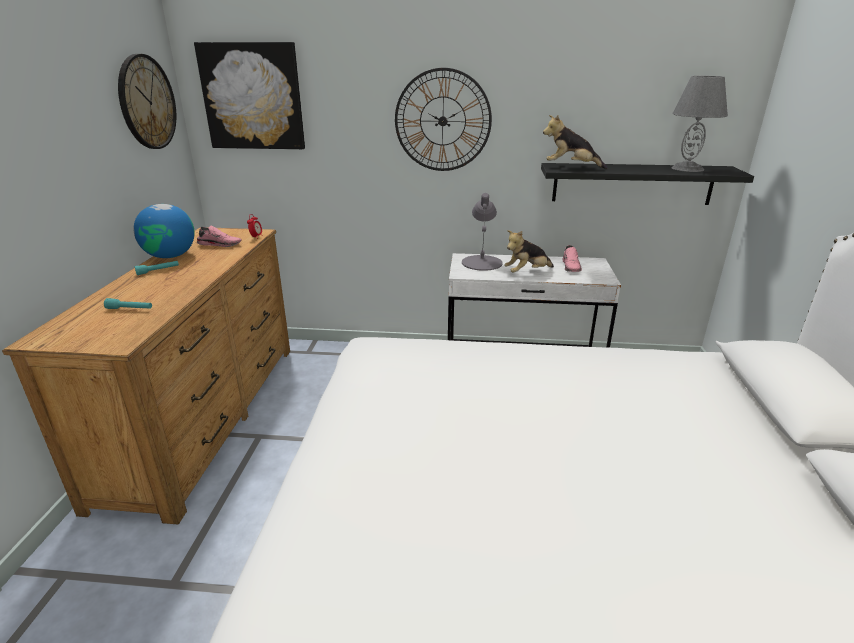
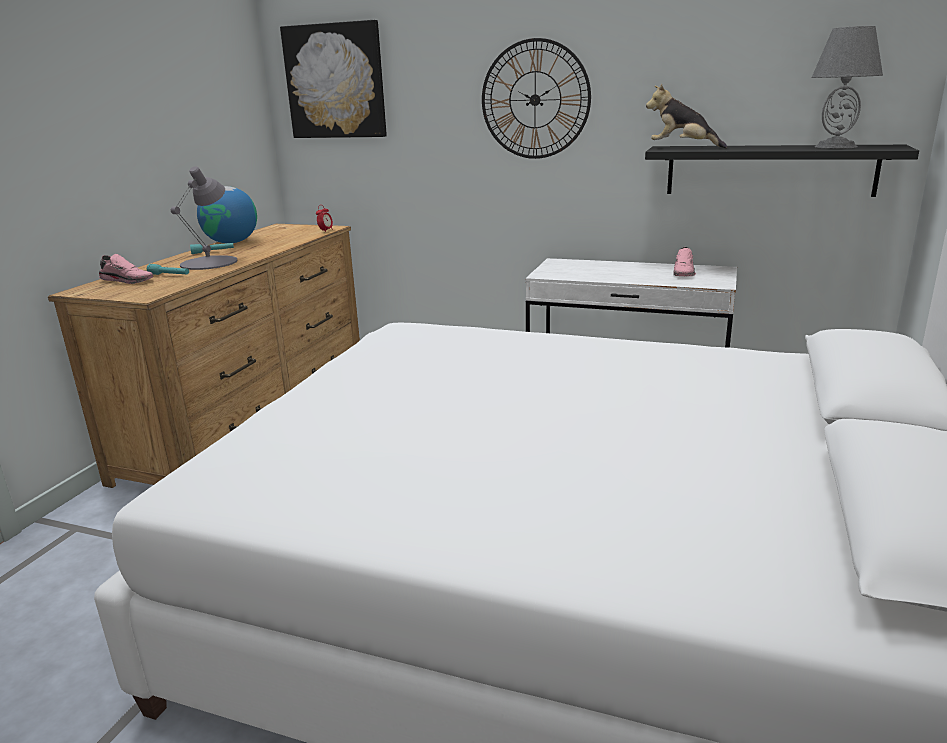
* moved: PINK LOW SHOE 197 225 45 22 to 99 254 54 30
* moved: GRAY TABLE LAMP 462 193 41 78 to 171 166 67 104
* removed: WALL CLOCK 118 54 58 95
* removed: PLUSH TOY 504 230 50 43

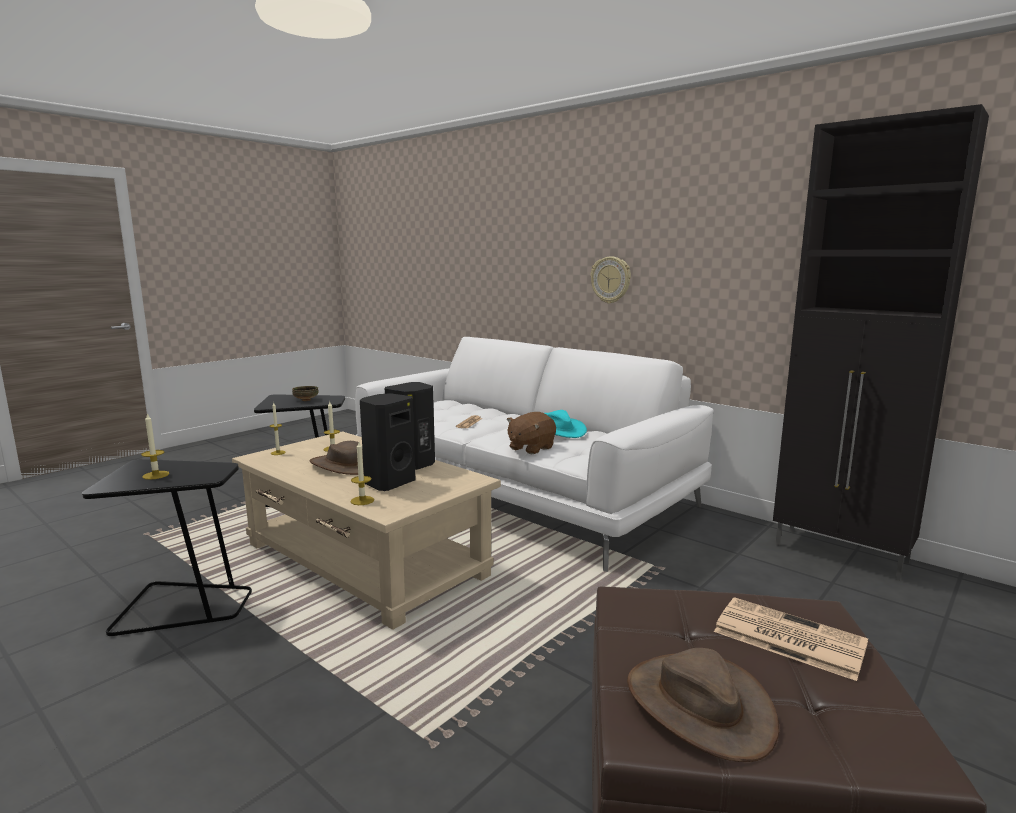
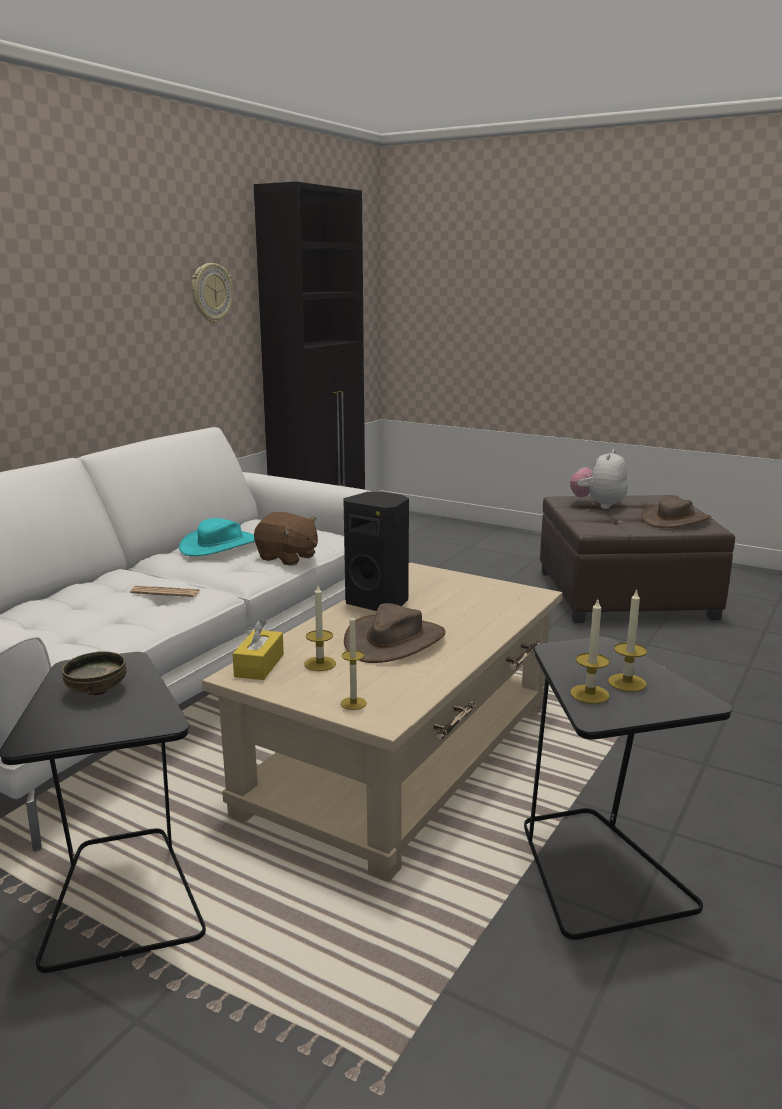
* moved: WALL CLOCK 590 256 41 48 to 192 263 41 60
* added: YELLOW-COLOURED TISSUE HOLDER 232 619 52 61
* replaced: DAILY PAPER 714 597 154 84 to PLUSH TOY 570 449 58 60
* moved: WAX LIGHT 351 442 23 63 to 570 600 40 104
* removed: BLACK-COLOURED AUDIO SPEAKER 360 393 56 98

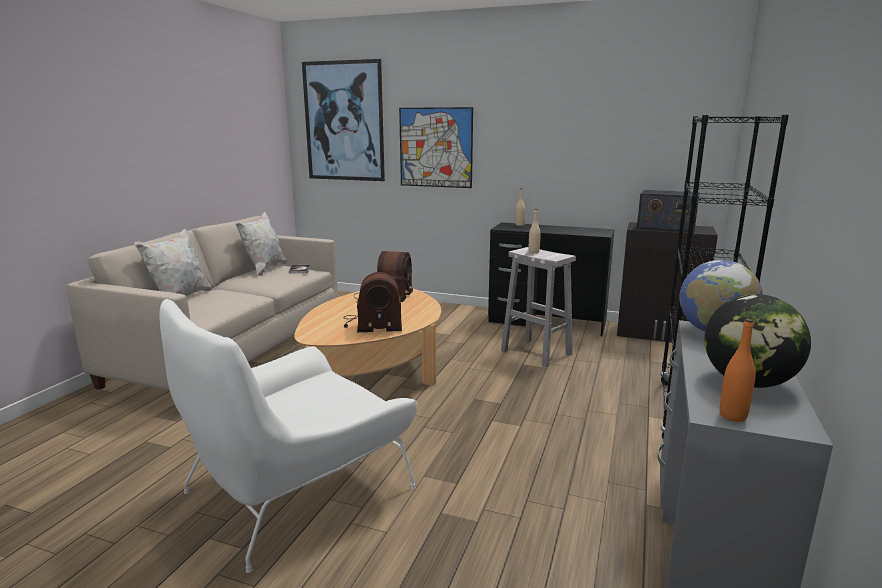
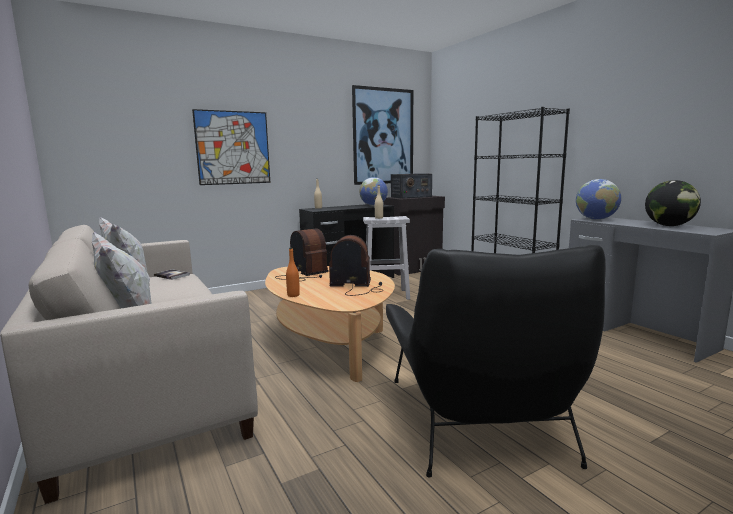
* moved: ORANGE-COLOURED BEVERAGE BOTTLE 720 319 35 103 to 286 248 14 49
* turned: RADIO 344 272 58 60 = 329 235 54 61 120 degrees counterclockwise
* moved: WALL ART 302 59 83 122 to 352 85 61 100
* added: GLOBE 359 177 29 29
* recoloured: WHITE ARMCHAIR 159 299 258 274 to BLACK-COLOURED ARMCHAIR 386 245 220 233

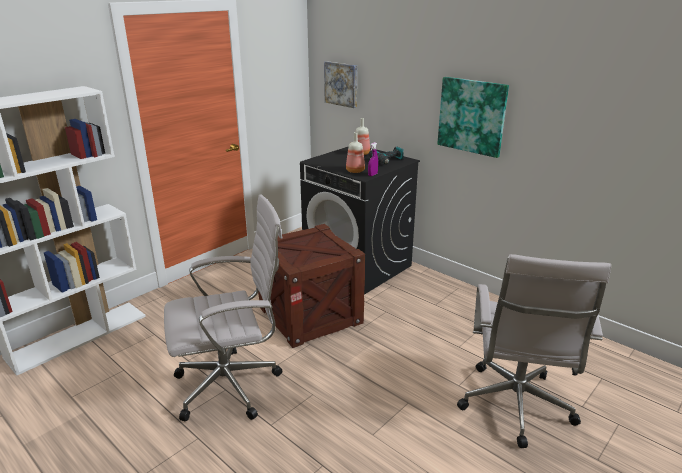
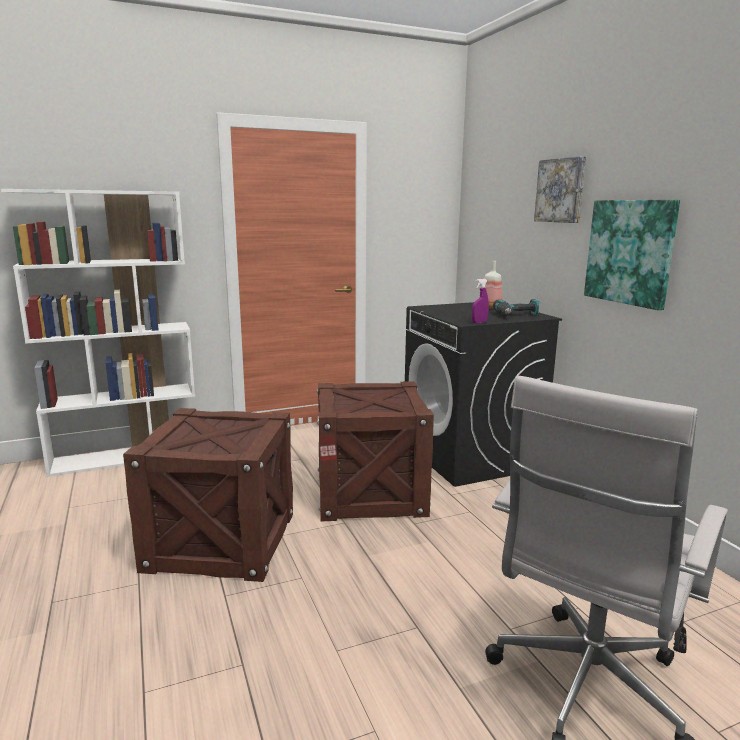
* replaced: WHITE DESK CHAIR 164 195 118 226 to SHIPPING CRATE 123 408 170 174
* moved: WALL ART 324 61 33 47 to 534 156 52 67
* removed: BEVERAGE BOTTLE 346 132 19 41

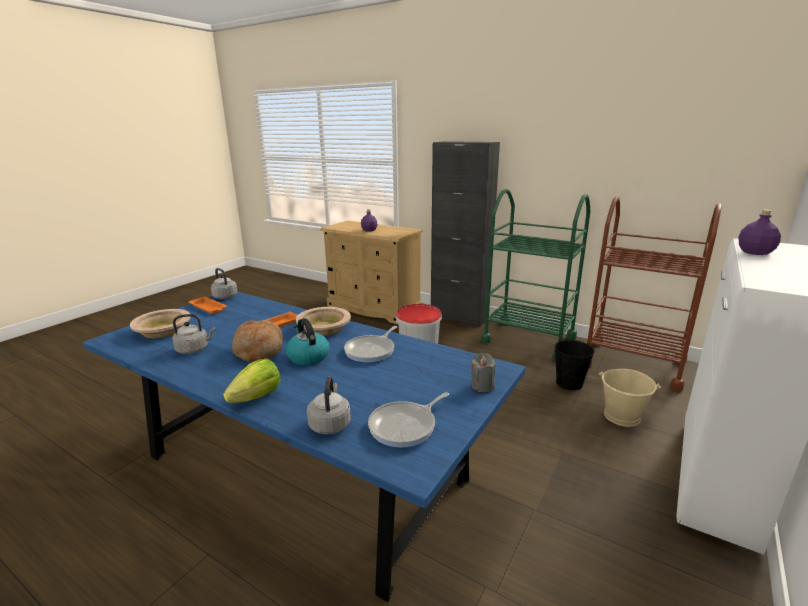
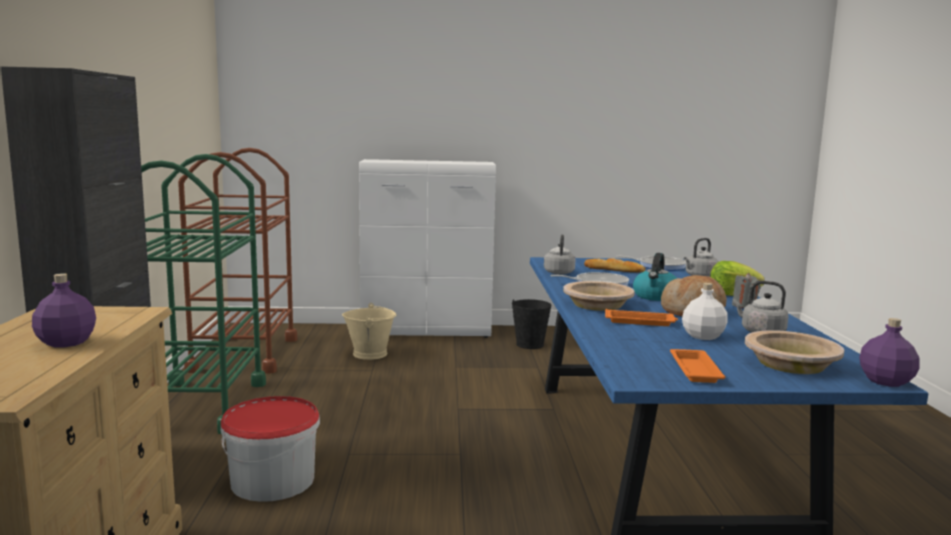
* moved: BLACK-COLOURED PAIL 554 339 40 51 to 512 299 40 50
* moved: GRAY KETTLE 211 268 26 31 to 544 234 31 41
* added: BAKED BREAD 584 258 62 15
* added: WHITE BEVERAGE BOTTLE 682 283 46 57
* moved: GRAY WAX LIGHT 471 353 25 39 to 732 273 28 35
* moved: PURPLE BEVERAGE BOTTLE 739 210 42 45 to 859 318 61 69

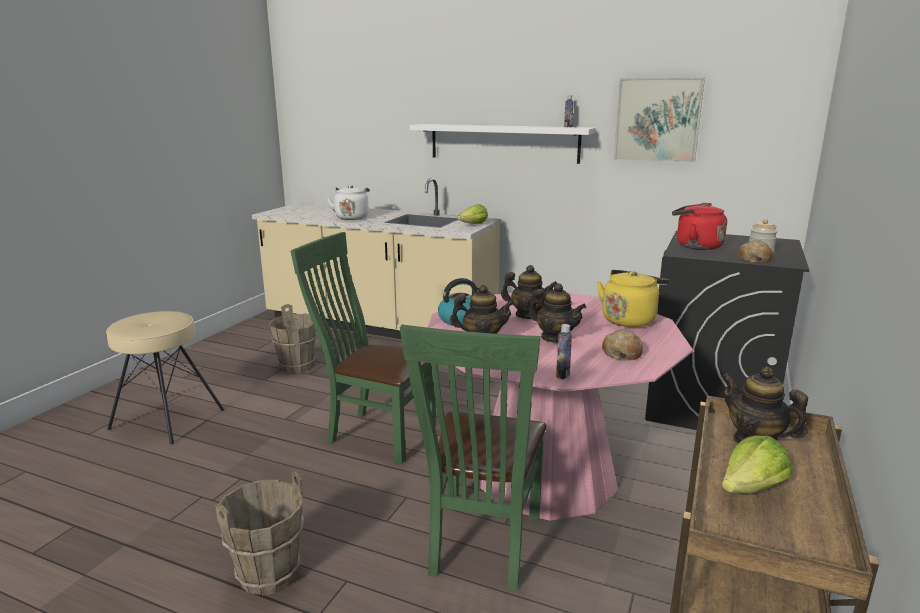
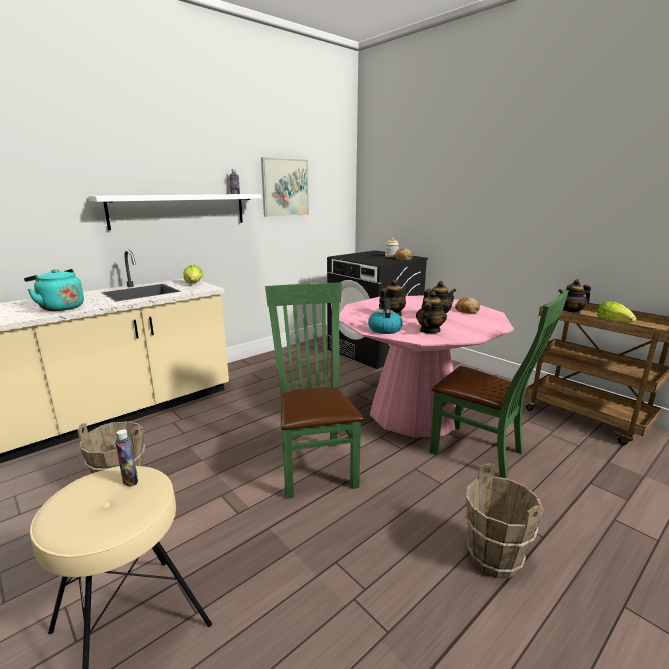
* recoloured: WHITE KETTLE 327 185 42 35 to BLUE-GREEN KETTLE 24 269 60 42
* moved: BEVERAGE BOTTLE 556 324 16 55 to 115 429 23 58
* turned: GREEN UPRIGHT CHAIR 291 232 145 232 = 265 283 99 216 120 degrees clockwise
* removed: YELLOW-COLOURED KETTLE 597 270 72 57
* removed: RED KETTLE 672 203 55 47

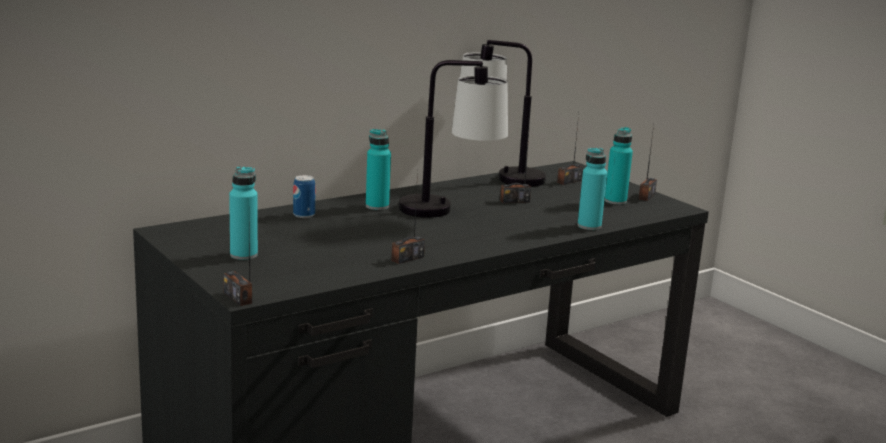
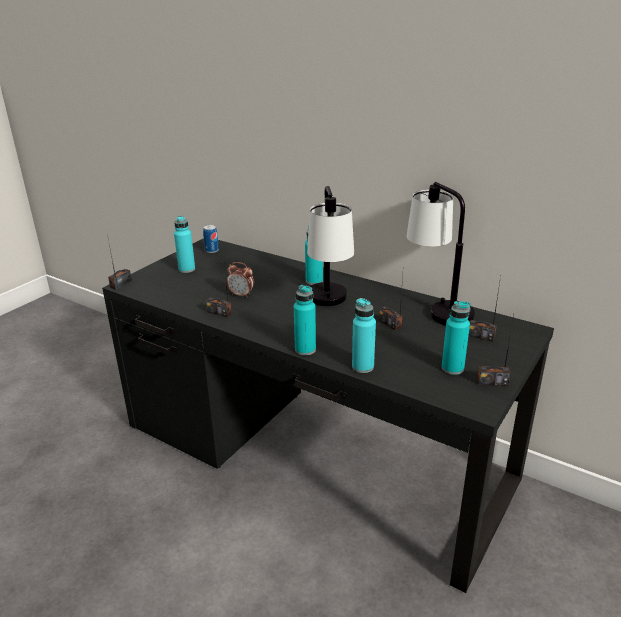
* moved: CAN 293 175 23 43 to 203 225 16 28
* added: ALARM CLOCK 227 262 27 36
* added: BLUE-GREEN BEVERAGE BOTTLE 294 285 22 70

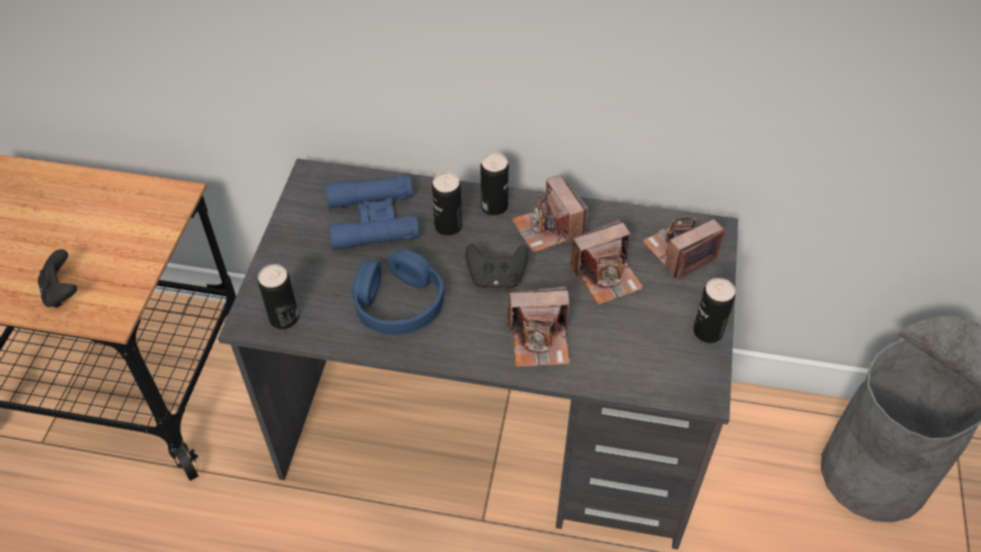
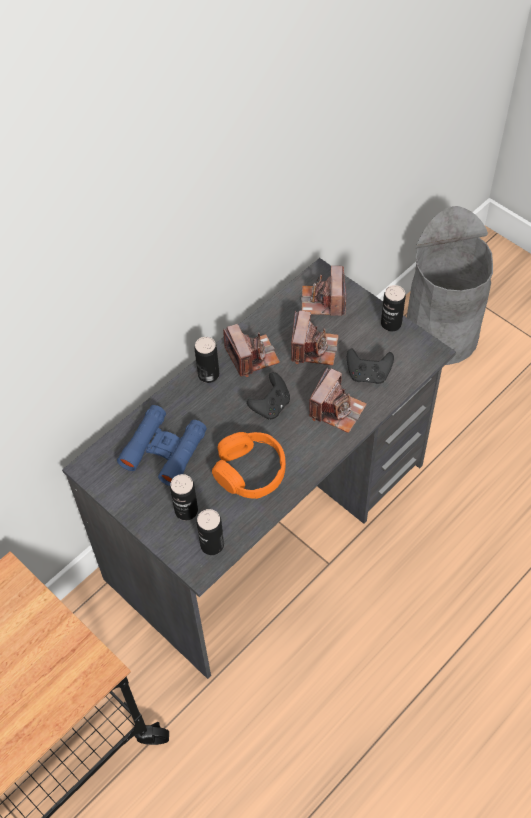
* moved: CAN 432 172 30 64 to 170 474 28 46
* recoloured: BLUISH HEADSET 352 249 92 86 to ORANGE-COLOURED HEADSET 212 432 74 67
* turned: PHOTO CAMERA 512 175 76 78 = 223 324 57 53 120 degrees counterclockwise
* moved: BLACK-COLOURED JOYPAD 38 249 39 59 to 347 348 47 36

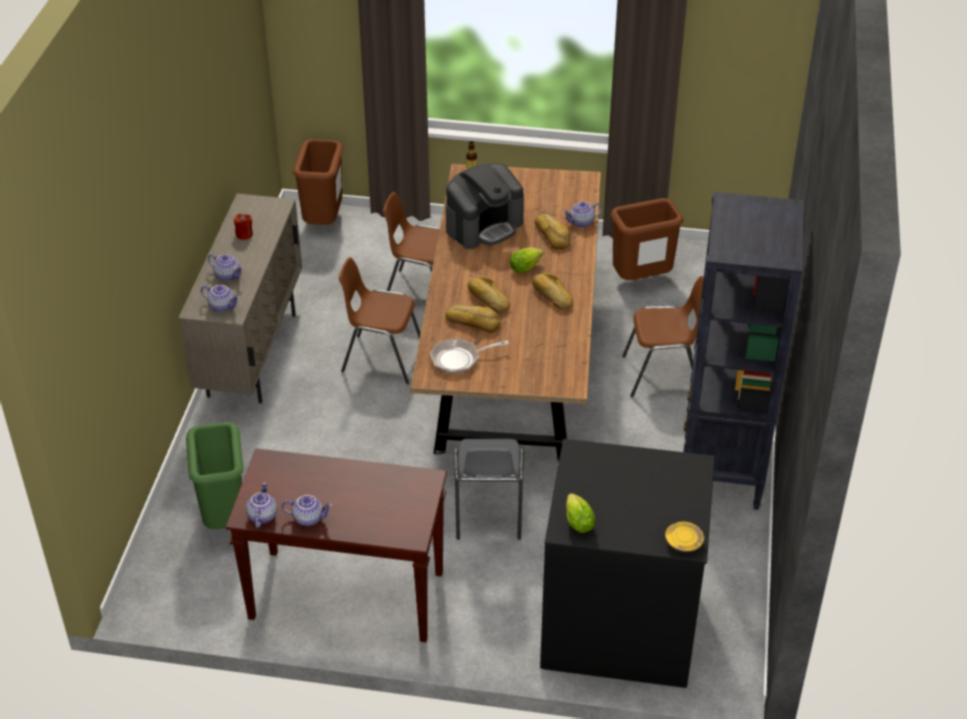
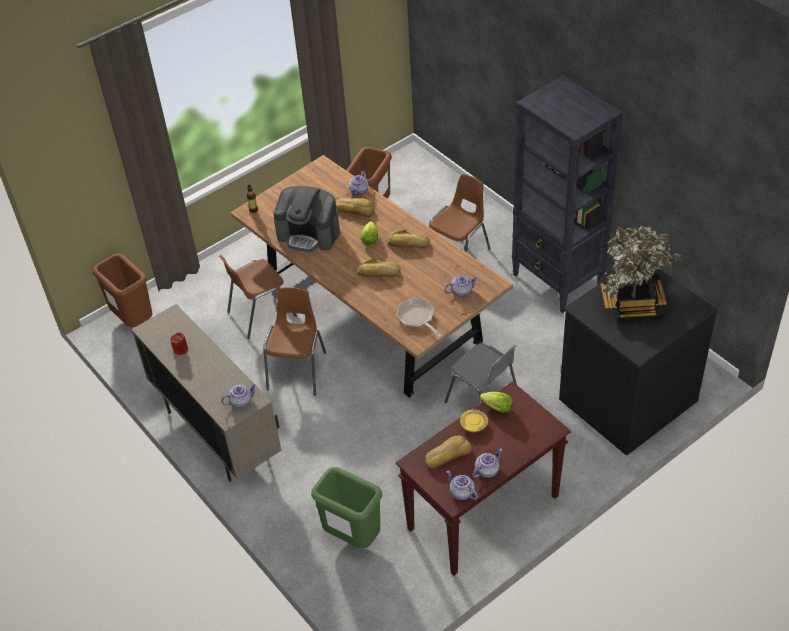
* turned: BROWN UPRIGHT CHAIR 339 257 81 127 = 263 287 63 109 135 degrees clockwise
* turned: COFFEE MACHINE 446 163 78 86 = 274 186 66 66 105 degrees clockwise
* turned: FRYING PAN 430 338 79 36 = 396 298 47 40 120 degrees clockwise
* moved: BAKED BREAD 445 305 56 28 to 425 436 47 32
* moved: POT FOR TEA 208 254 36 27 to 444 275 34 22
* moved: YELLOW-COLOURED DINNER PLATE 665 522 39 30 to 460 410 28 22
* moved: HEAD OF LETTUCE 566 493 29 40 to 480 392 33 20
* added: POTTED PLANT 599 226 83 93

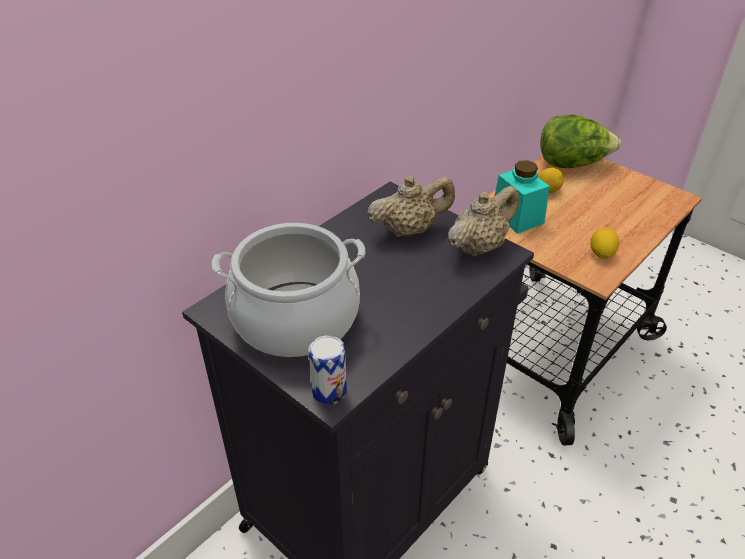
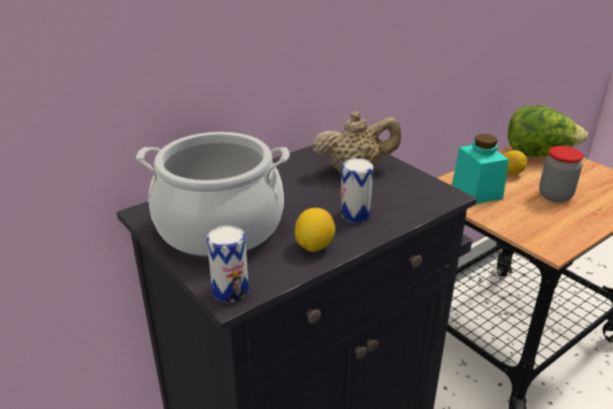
* moved: LEMON 590 228 30 31 to 295 208 40 44
* added: CAN 340 158 33 65
* added: STORAGE JAR 539 146 45 56
* removed: SAND-COLOURED POT FOR TEA 447 186 72 71

